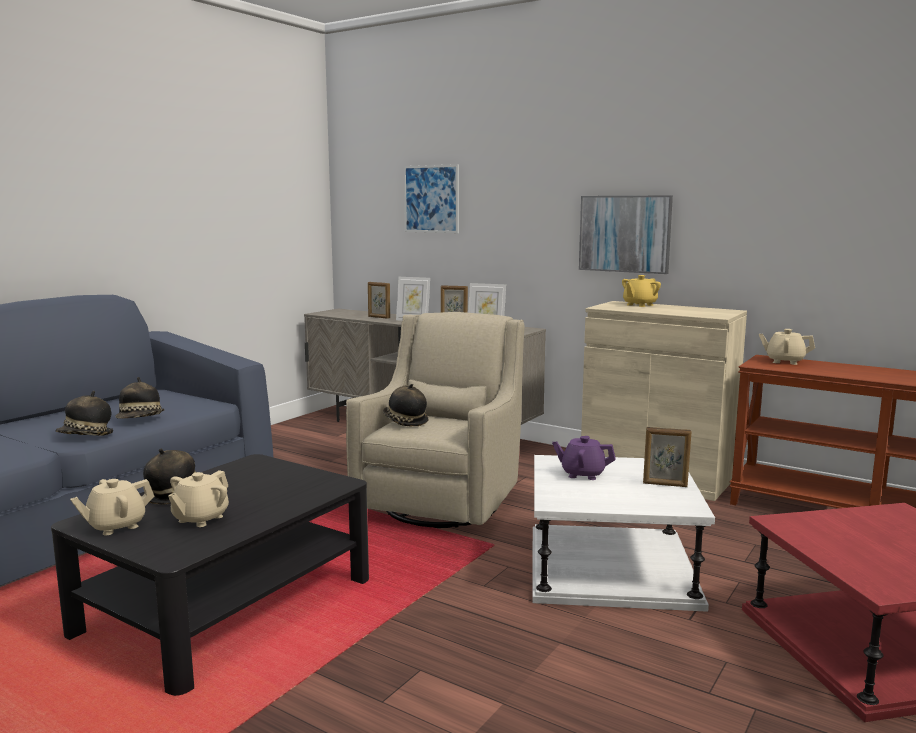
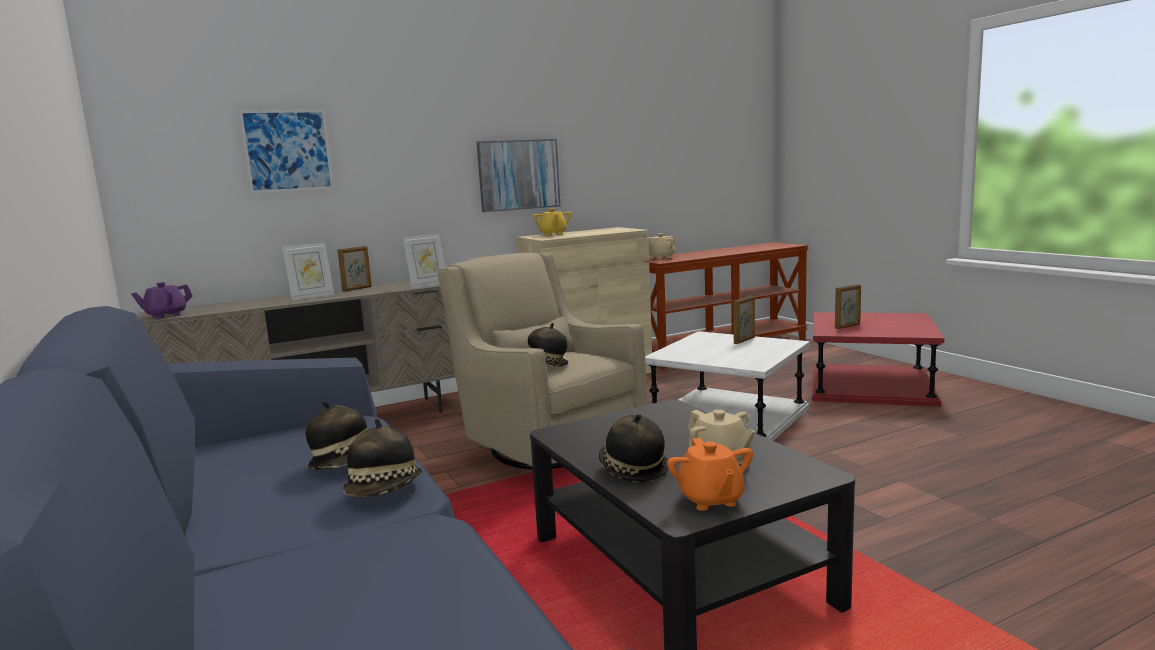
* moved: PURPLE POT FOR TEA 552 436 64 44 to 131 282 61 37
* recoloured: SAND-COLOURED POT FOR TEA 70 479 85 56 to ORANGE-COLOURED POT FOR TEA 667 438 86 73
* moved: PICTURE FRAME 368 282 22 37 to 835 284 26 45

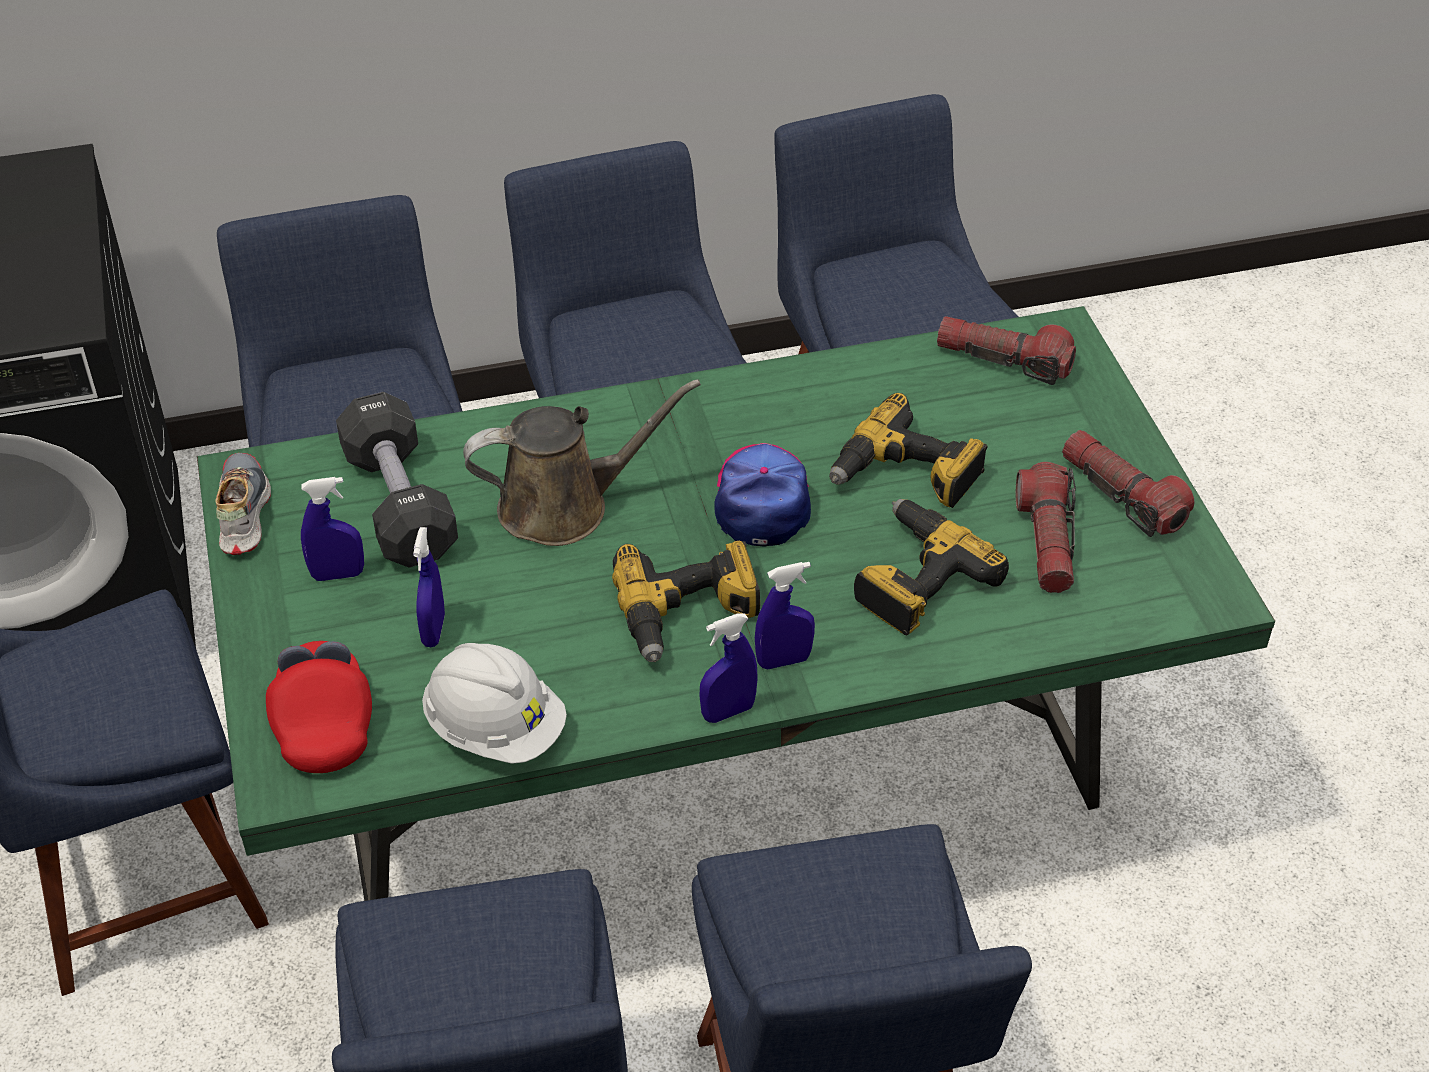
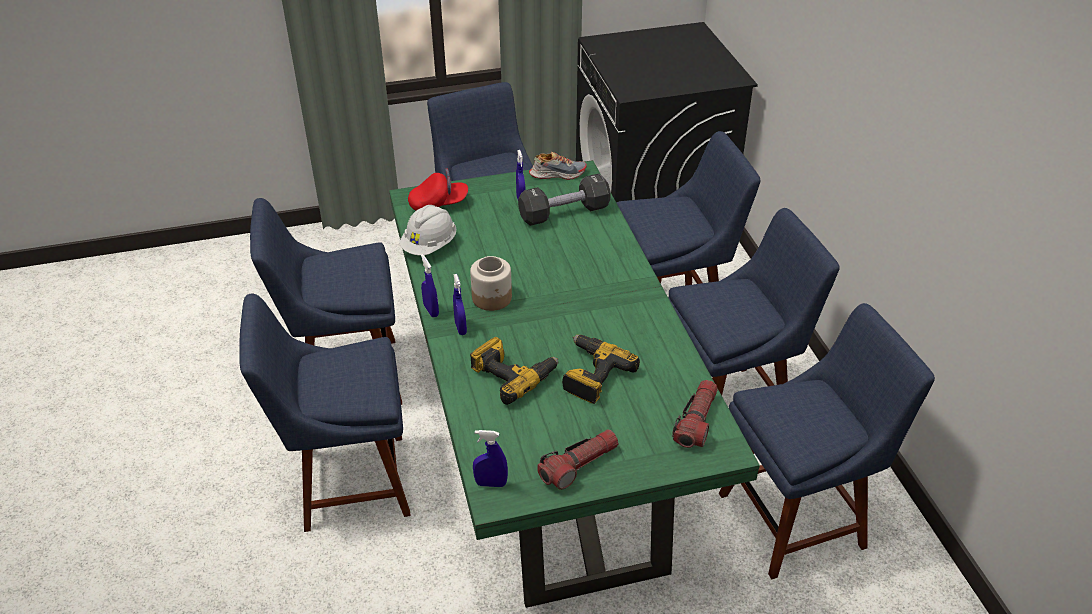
* replaced: ELECTRIC DRILL 612 541 148 121 to STORAGE JAR 470 256 42 55
* moved: BLUISH HAND SPRAYER 413 527 32 120 to 473 430 35 57
* removed: BROWN WATERING CAN 463 379 238 167
* removed: BASEBALL CAP 714 443 97 104
* removed: TORCH 1016 462 60 131

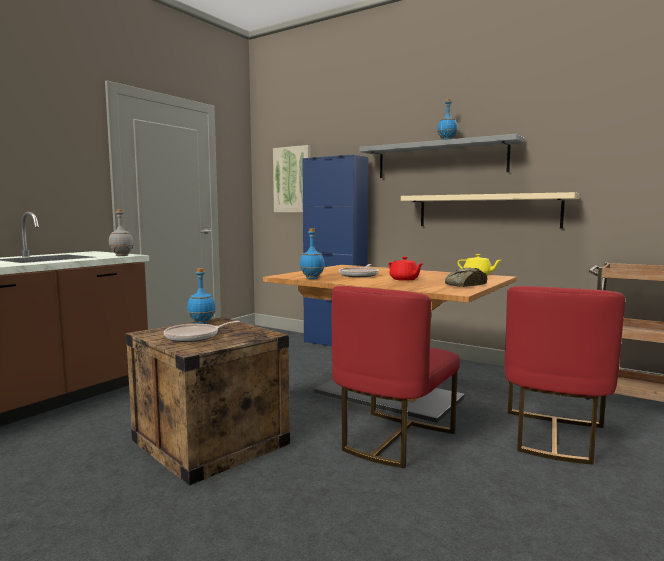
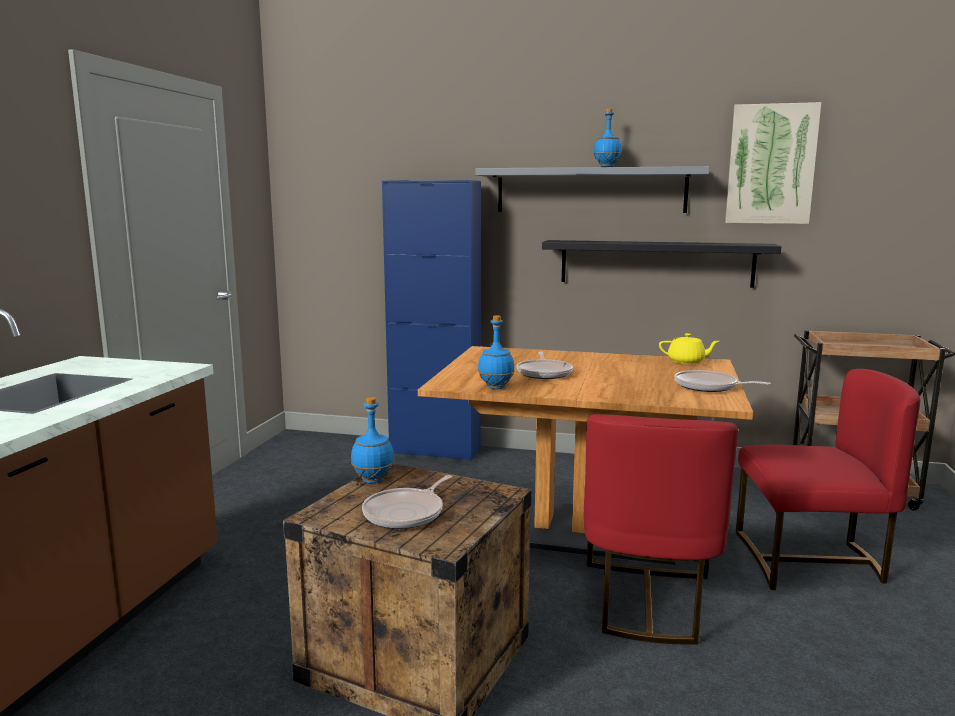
* recoloured: SAND-COLOURED BRACKET SHELF 401 192 179 37 to BLACK-COLOURED BRACKET SHELF 542 240 239 48
* replaced: BAKED BREAD 445 268 42 19 to FRYING PAN 675 370 96 22
* moved: WALL ART 273 145 38 67 to 725 102 97 122
* turned: RED UPRIGHT CHAIR 504 286 121 179 = 736 369 185 221 90 degrees counterclockwise
* removed: GRAY BEVERAGE BOTTLE 109 209 25 47
* removed: RED POT FOR TEA 388 257 36 24

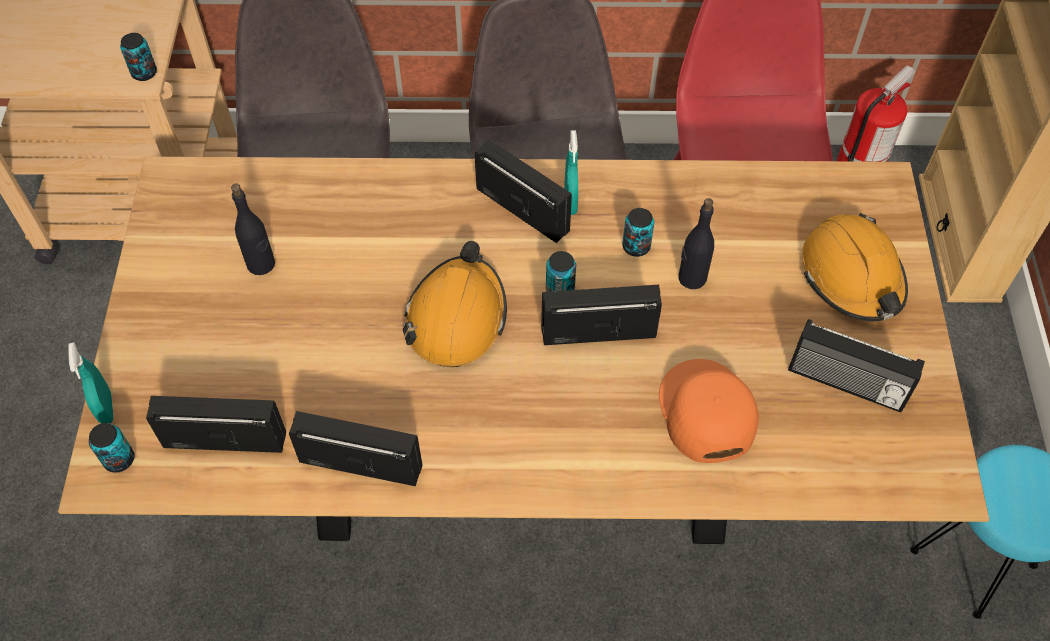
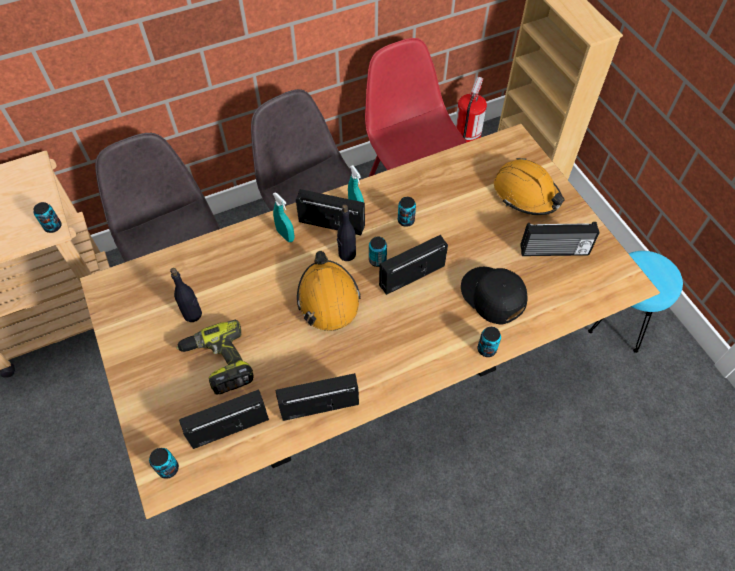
* added: ELECTRIC DRILL 176 320 78 74
* moved: BLUE-GREEN HAND SPRAYER 68 342 46 82 to 273 192 21 50
* moved: BLACK-COLOURED BEVERAGE BOTTLE 678 198 36 91 to 337 204 19 57
* recoloured: ORANGE-COLOURED BASEBALL CAP 659 359 100 104 to BLACK-COLOURED BASEBALL CAP 461 267 66 57
* added: CAN 478 327 23 30

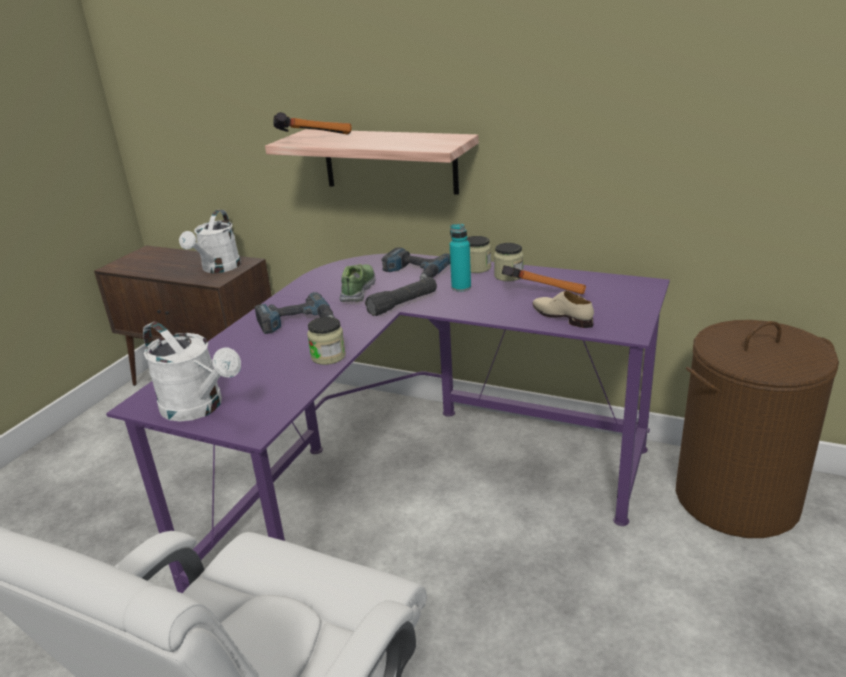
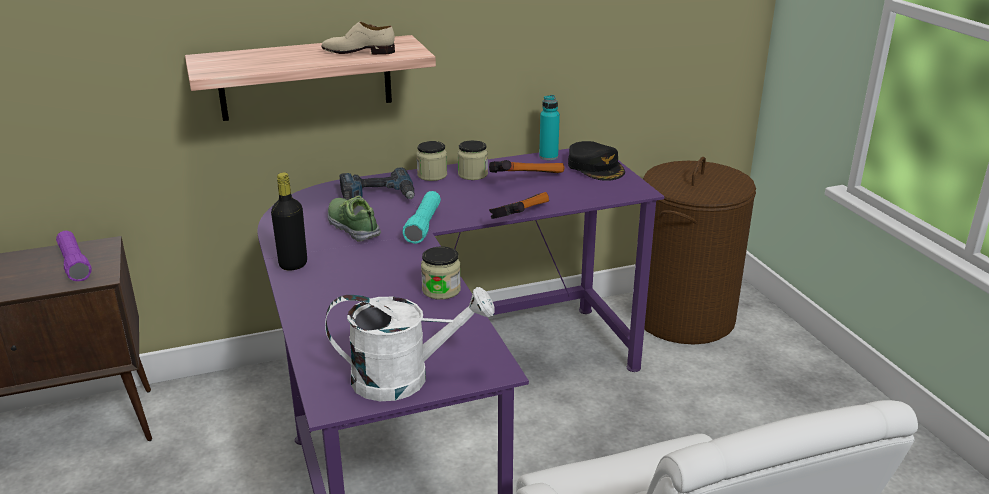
* replaced: WHITE WATERING CAN 179 210 62 63 to PURPLE TORCH 56 231 36 50
* added: BLACK-COLOURED BEVERAGE BOTTLE 271 173 36 98
* moved: SAND-COLOURED LOW SHOE 532 290 62 38 to 321 22 74 33
* recoloured: BLACK-COLOURED TORCH 365 277 72 39 to BLUE-GREEN TORCH 402 191 39 53
* moved: HAMMER 273 112 79 23 to 489 192 60 27
* moved: BLUE-GREEN BEVERAGE BOTTLE 450 224 21 68 to 539 95 21 65
* added: BLACK-COLOURED BASEBALL CAP 568 141 57 40
* removed: ELECTRIC DRILL 255 292 80 42

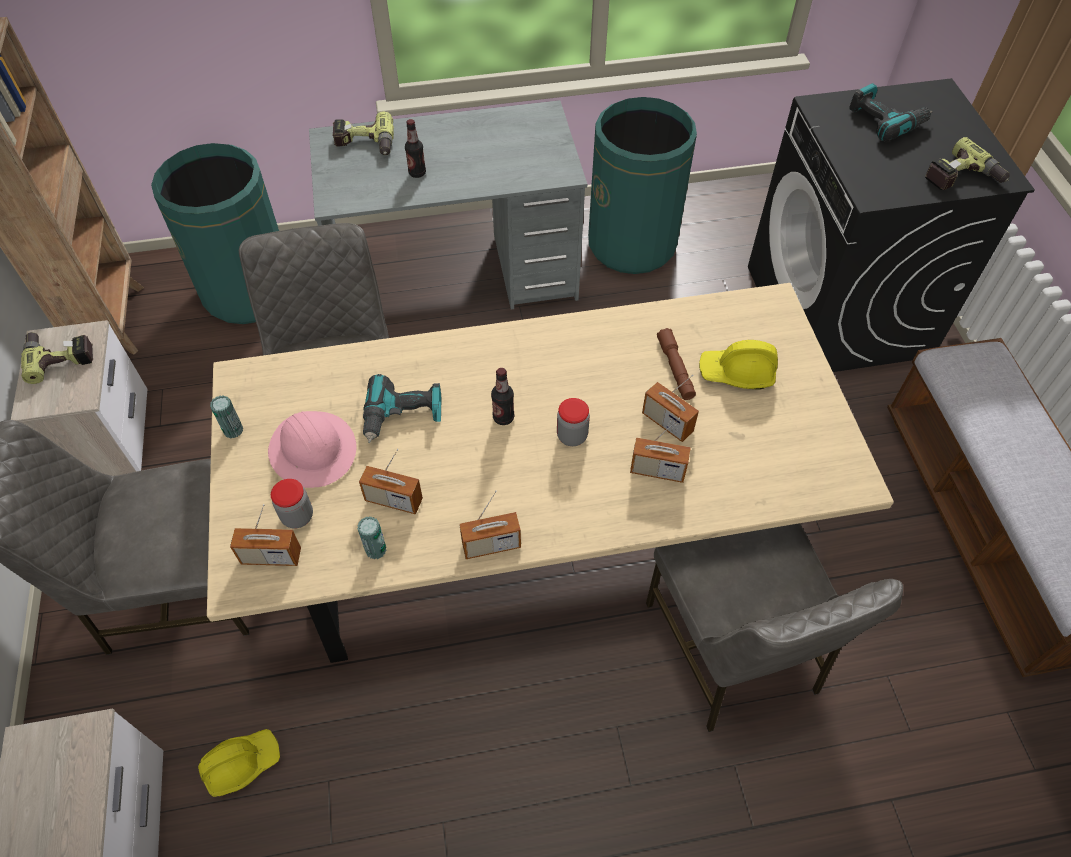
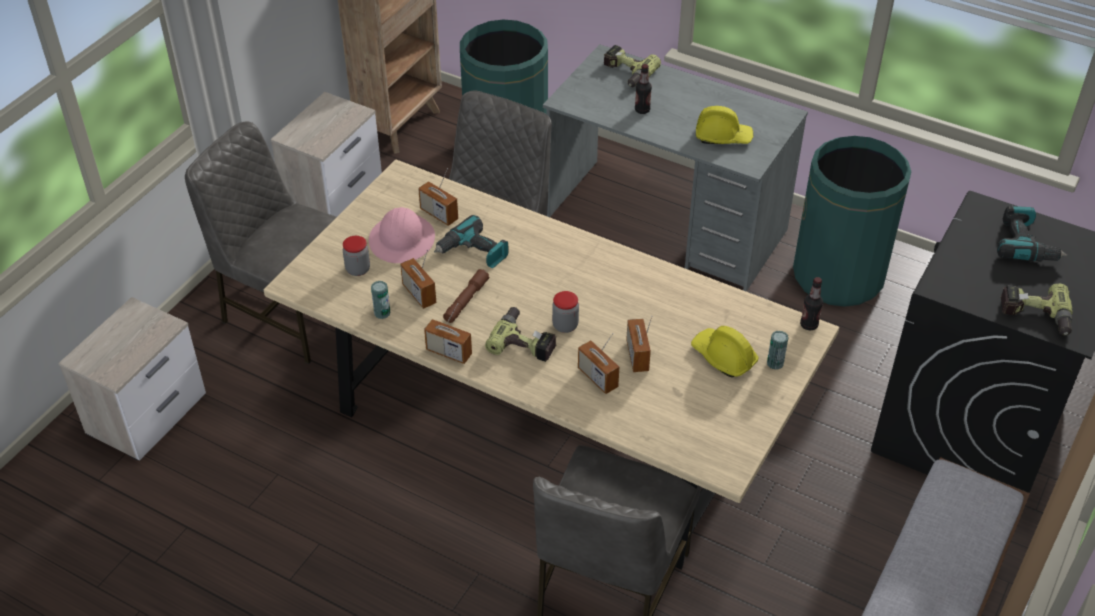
* moved: RADIO 230 504 71 62 to 418 168 40 58
* moved: BROWN TORCH 657 328 39 72 to 443 269 46 54
* moved: ELECTRIC DRILL 21 332 72 52 to 485 307 71 55
* moved: YELLOW-COLOURED SAFETY HELMET 198 729 82 68 to 696 106 58 38
* moved: CAN 210 396 33 42 to 767 331 22 39
* moved: BEVERAGE BOTTLE 491 368 23 57 to 800 277 23 53

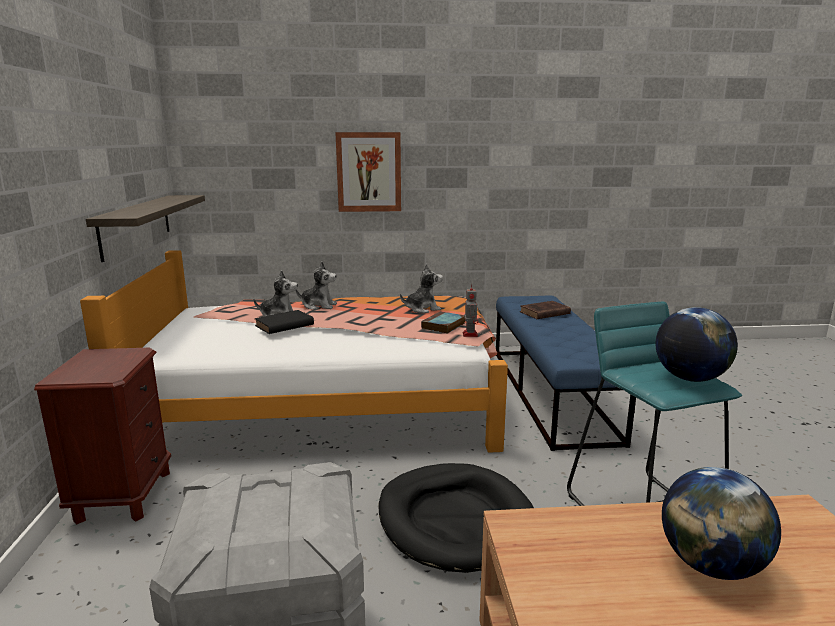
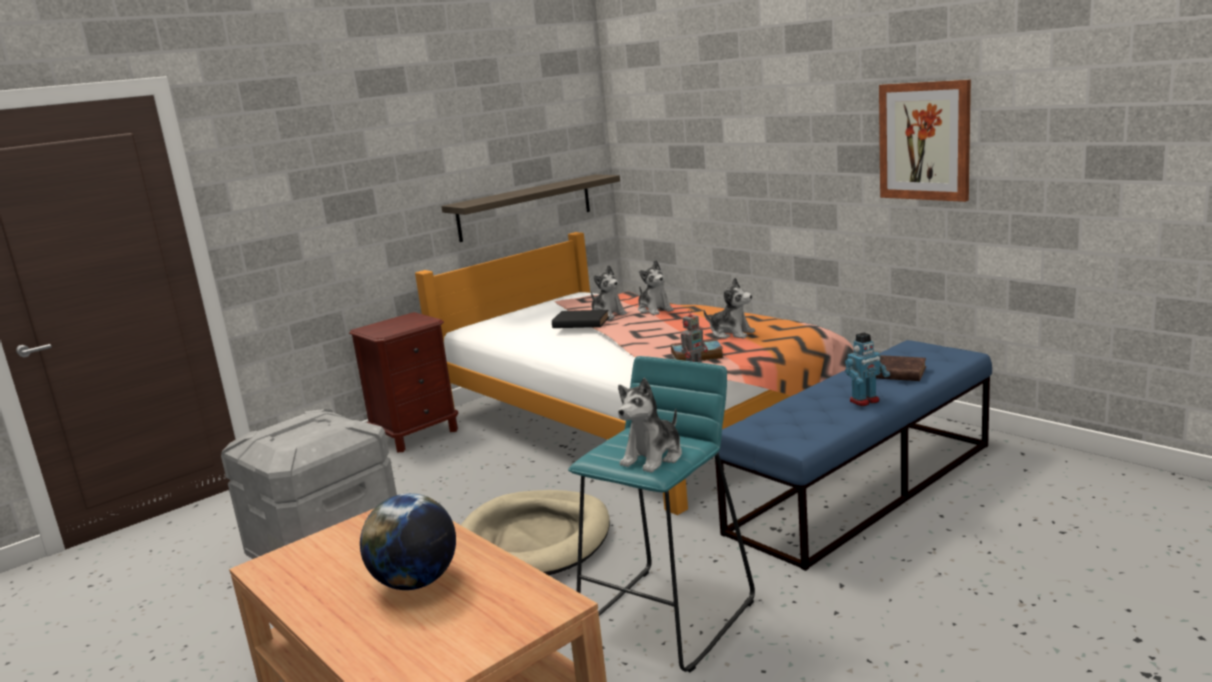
* recoloured: BLACK-COLOURED DOG CUSHION 378 463 156 110 to SAND-COLOURED DOG CUSHION 461 490 149 85
* replaced: GLOBE 656 307 82 75 to PLUSH TOY 618 378 64 95
* added: ROBOT FIGURE 845 333 45 73
* moved: WALL ART 335 132 66 80 to 879 79 92 123

